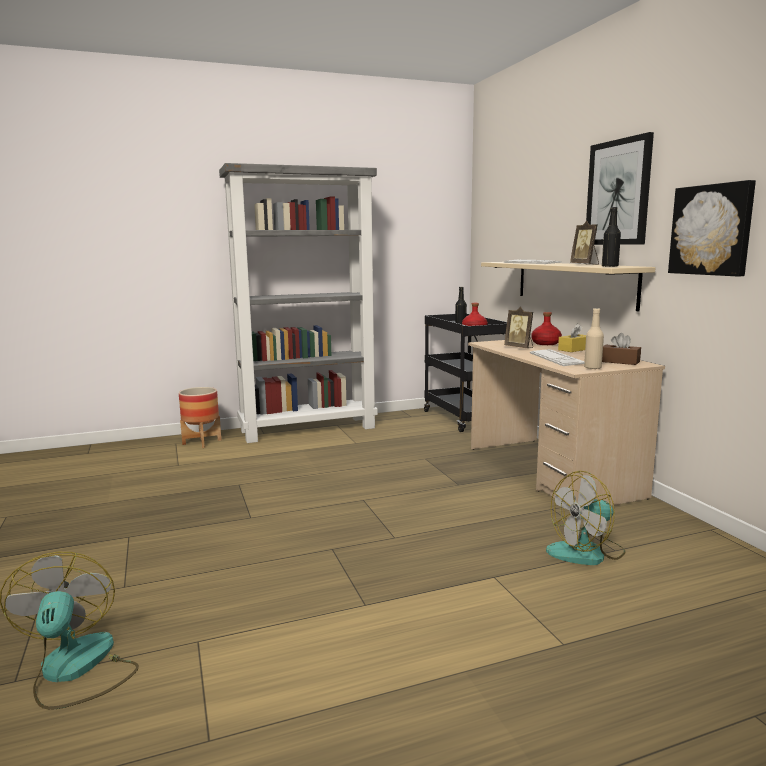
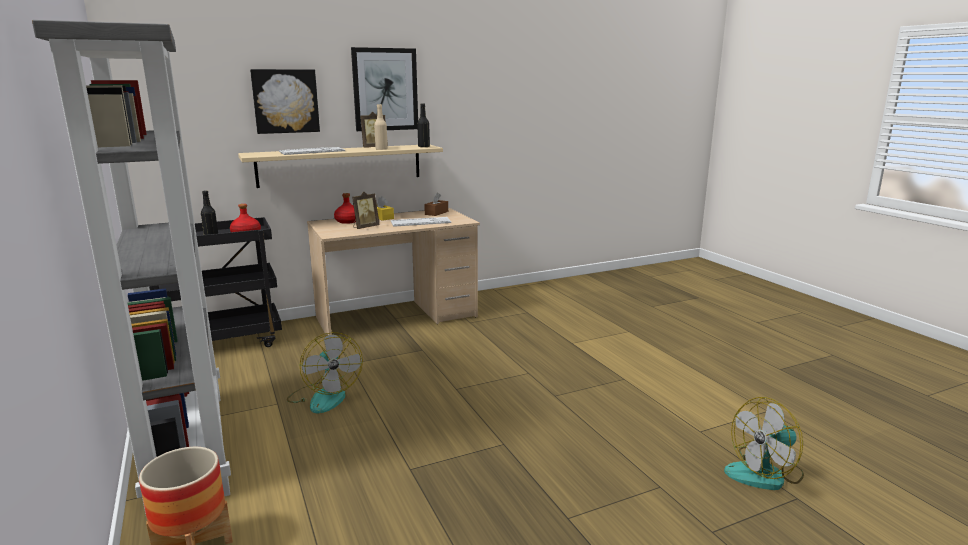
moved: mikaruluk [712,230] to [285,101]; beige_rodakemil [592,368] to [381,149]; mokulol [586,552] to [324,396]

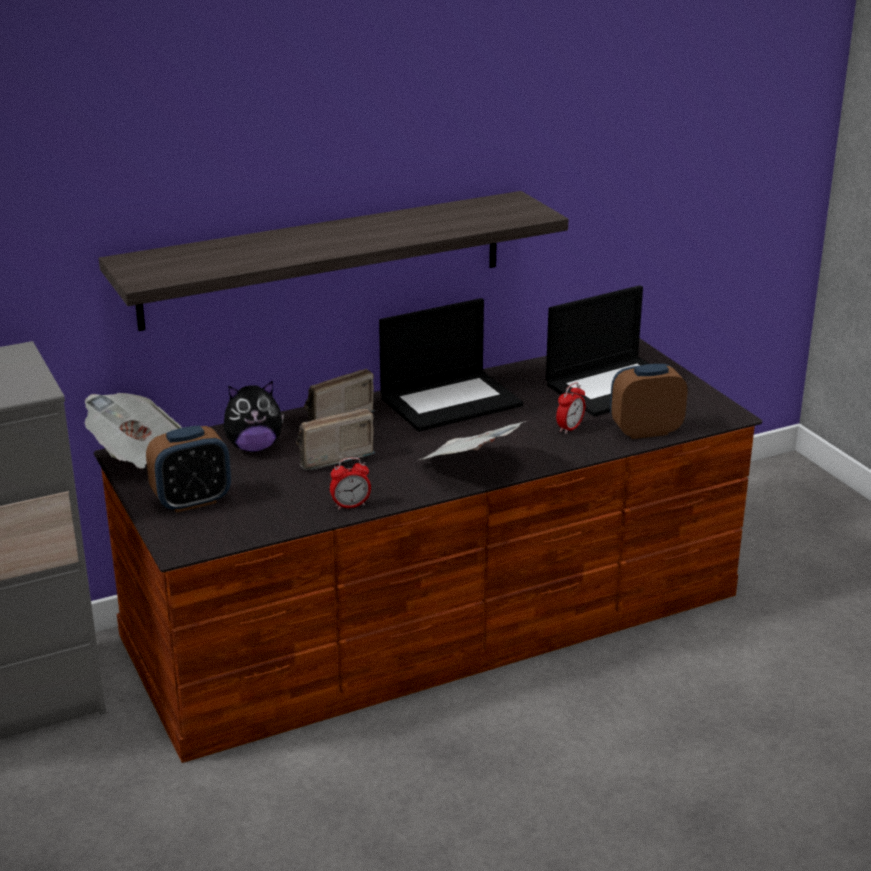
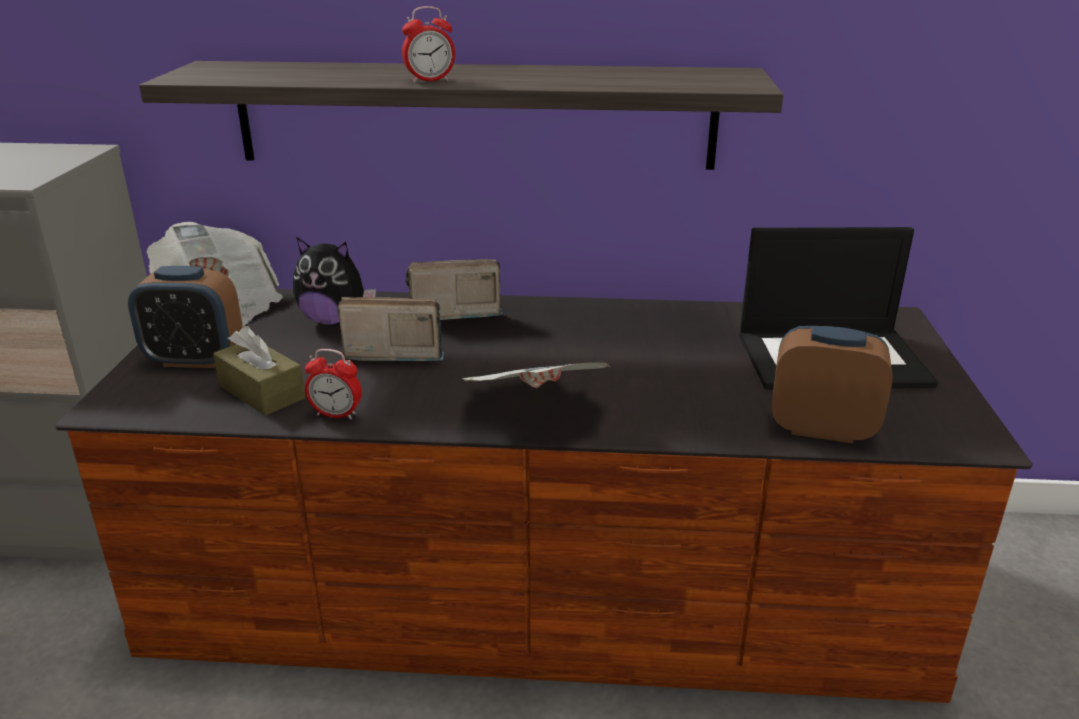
removed: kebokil [451,400]
added: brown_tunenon [261,392]
moved: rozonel [570,428] to [430,80]

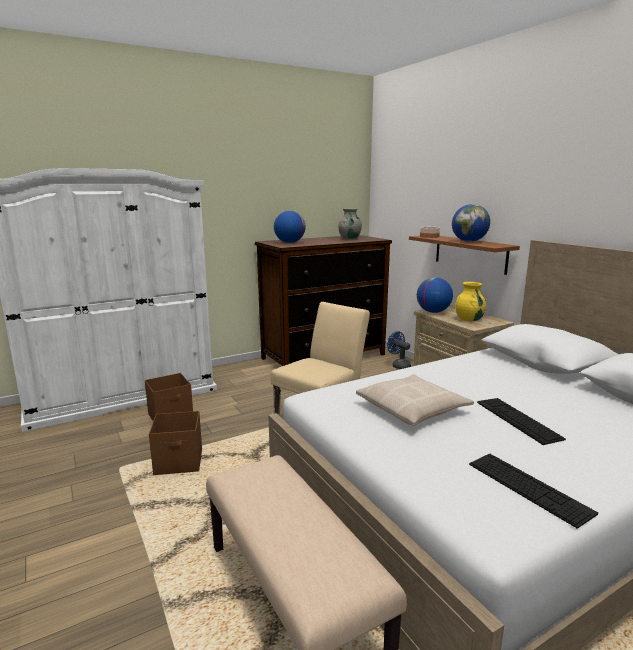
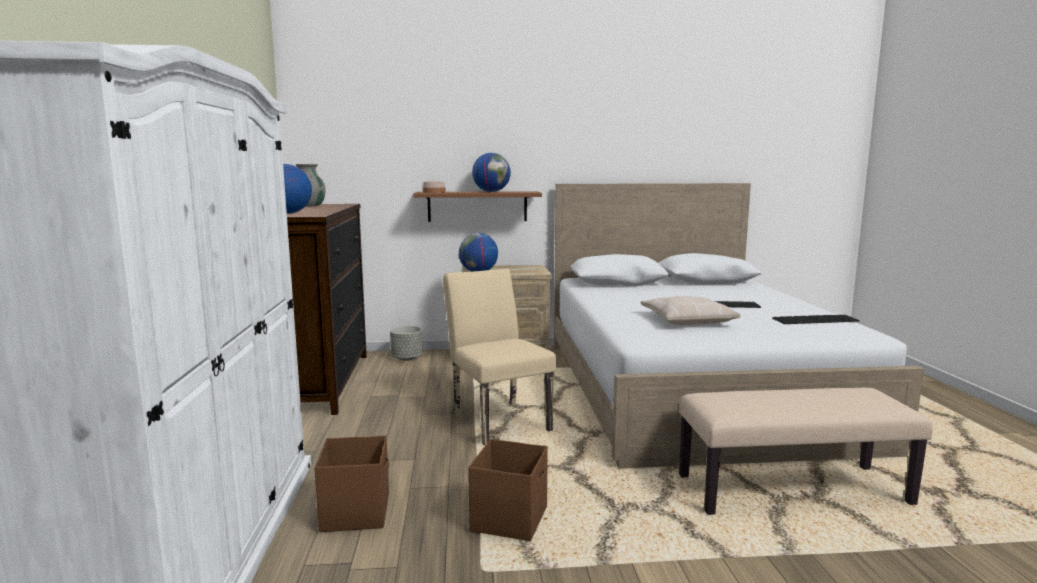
removed: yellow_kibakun [469,319]
replaced: blue_mokulol [398,365] to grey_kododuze [407,358]

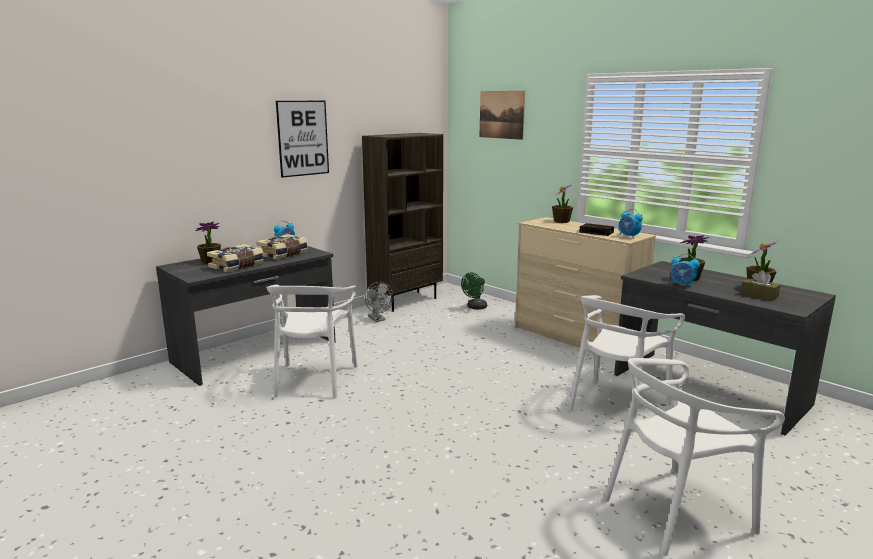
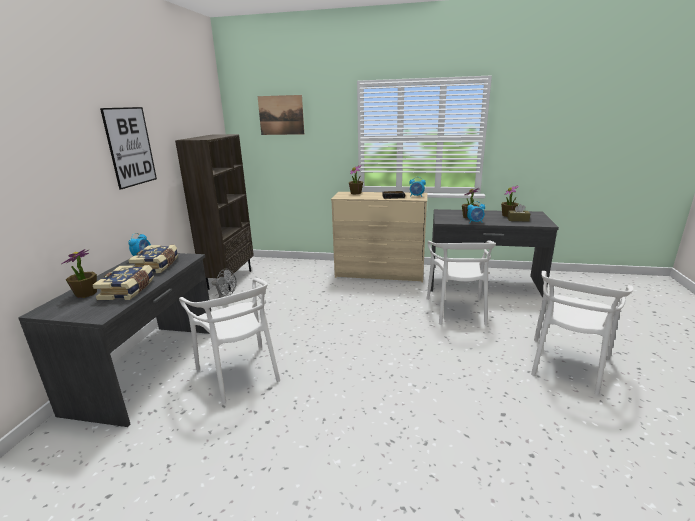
removed: green_mokulol [475,307]

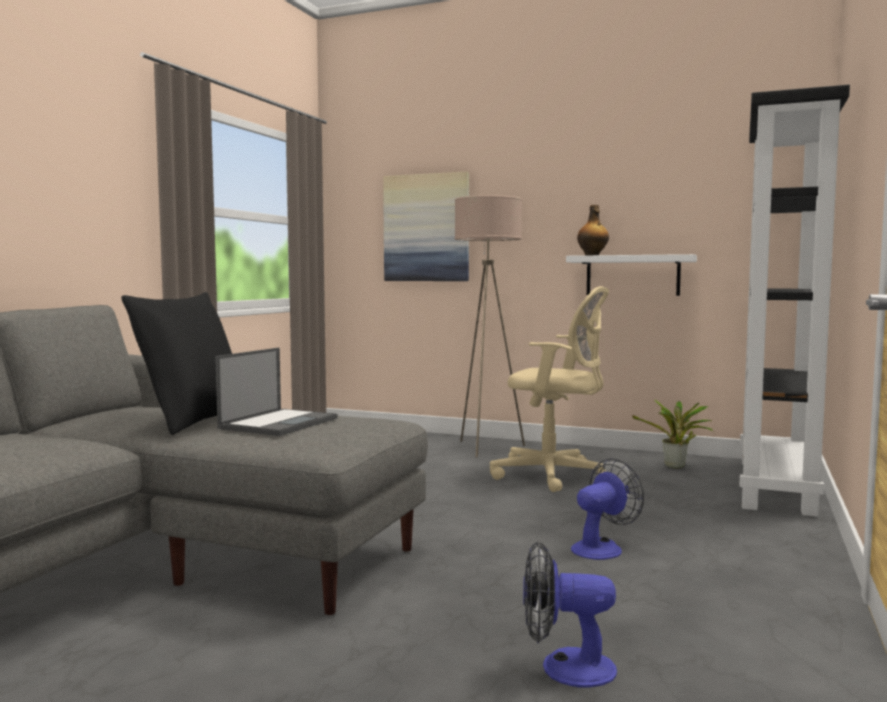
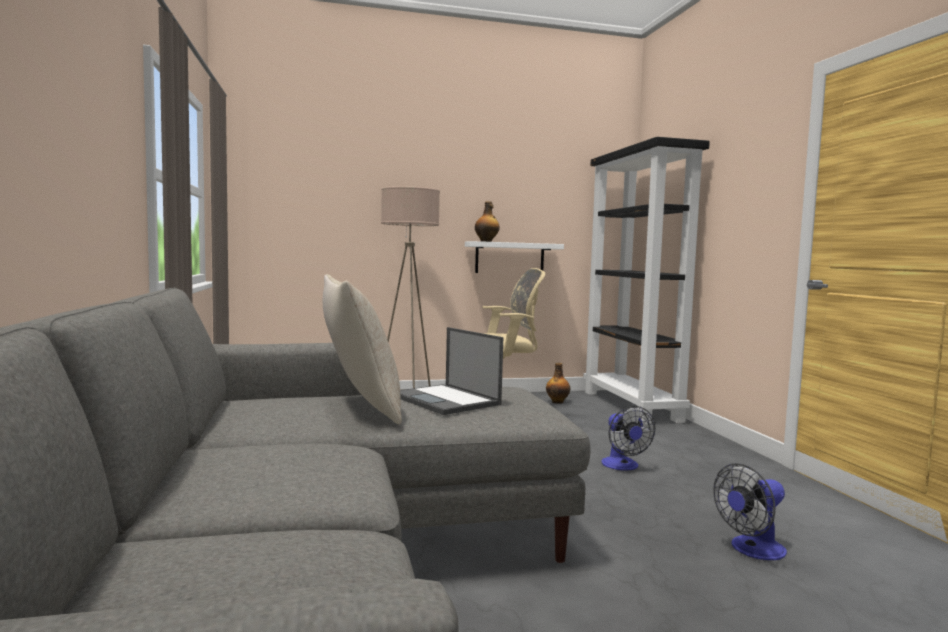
removed: mikaruluk [426,228]
replaced: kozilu [676,467] to rodakemil [557,402]
recoloured: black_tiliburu [193,421] to beige_tiliburu [359,408]
turned: kebokil [279,423] = [446,400] 150 degrees clockwise; mokulol [602,548] = [623,466] 150 degrees clockwise

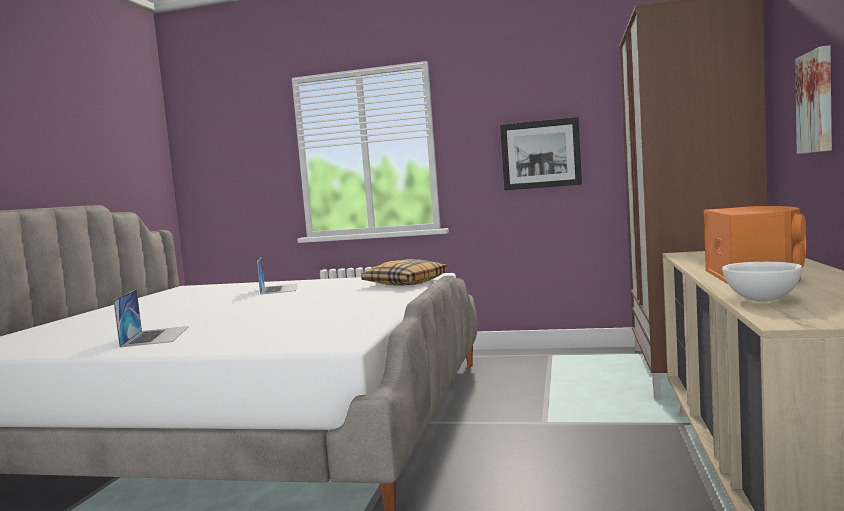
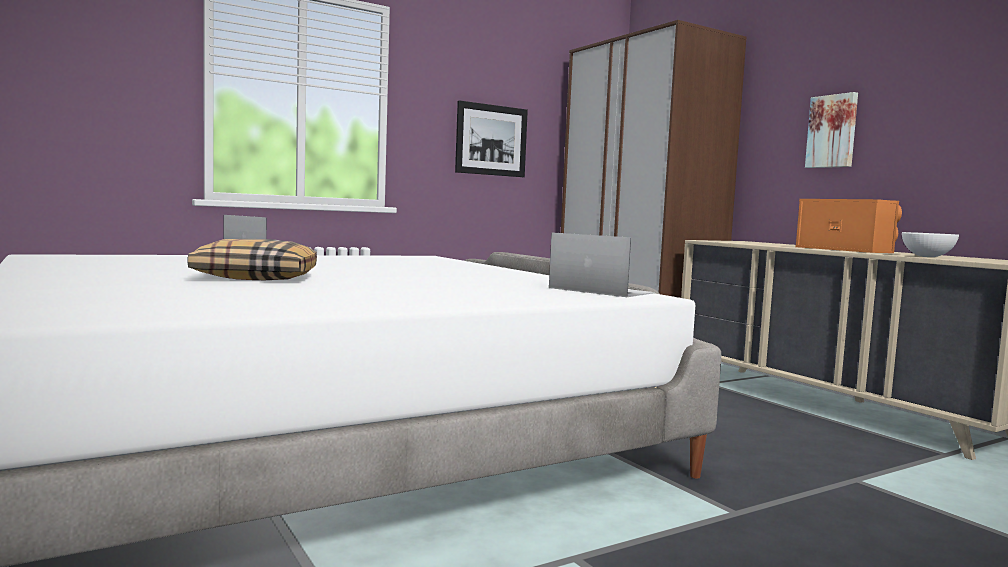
moved: tiliburu [405,283] to [255,277]; kebokil [155,336] to [600,290]

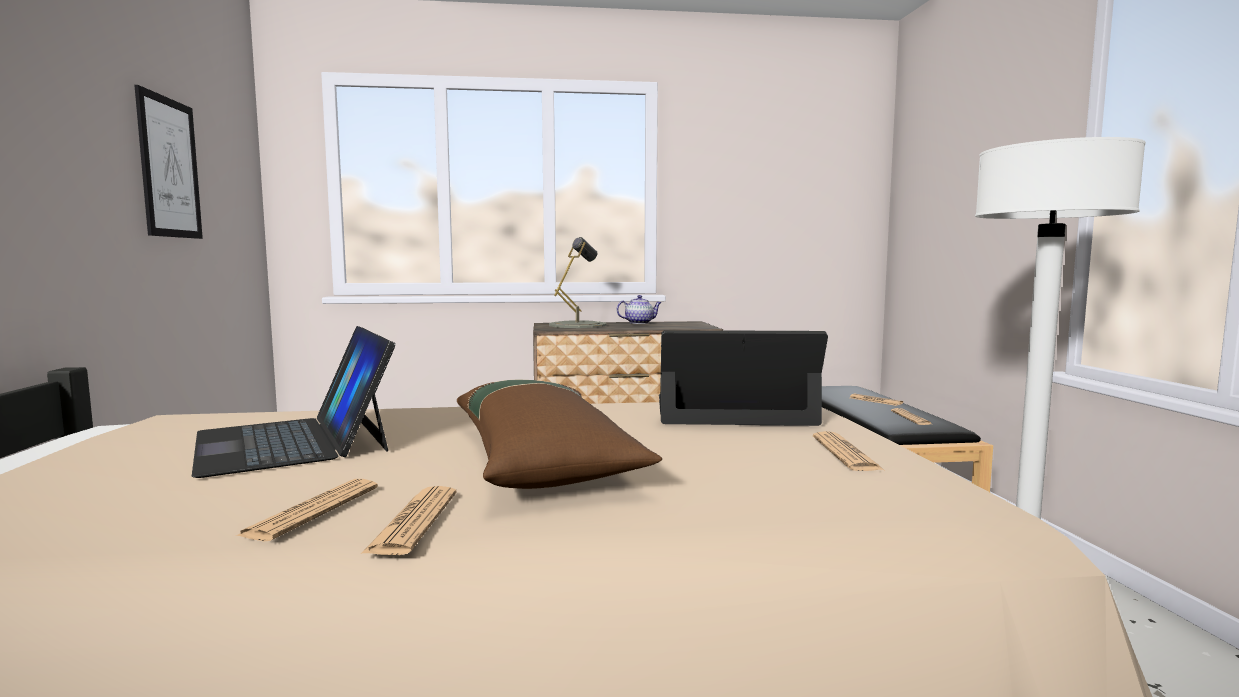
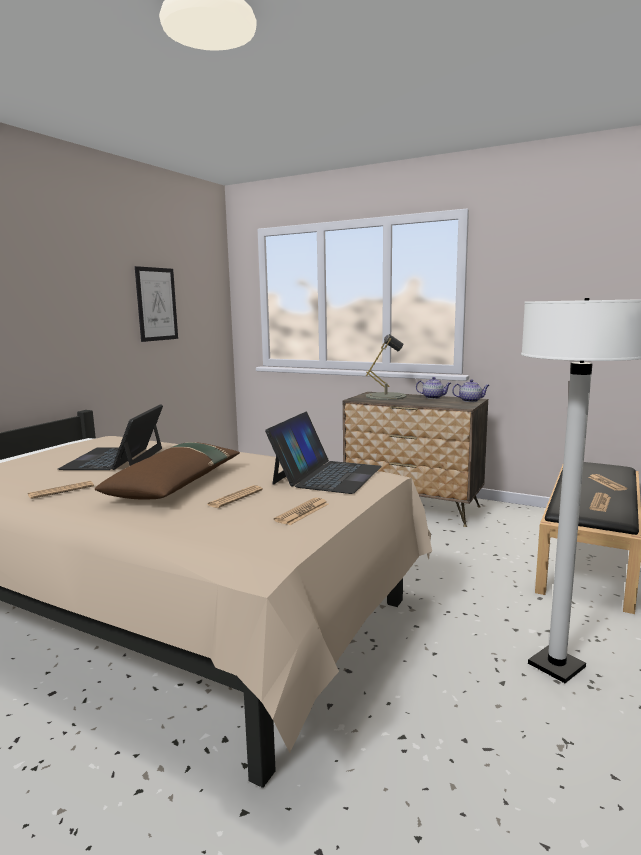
added: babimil [470,401]
moved: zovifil [414,522] to [235,497]
turned: kebokil [732,410] = [327,475] 75 degrees clockwise

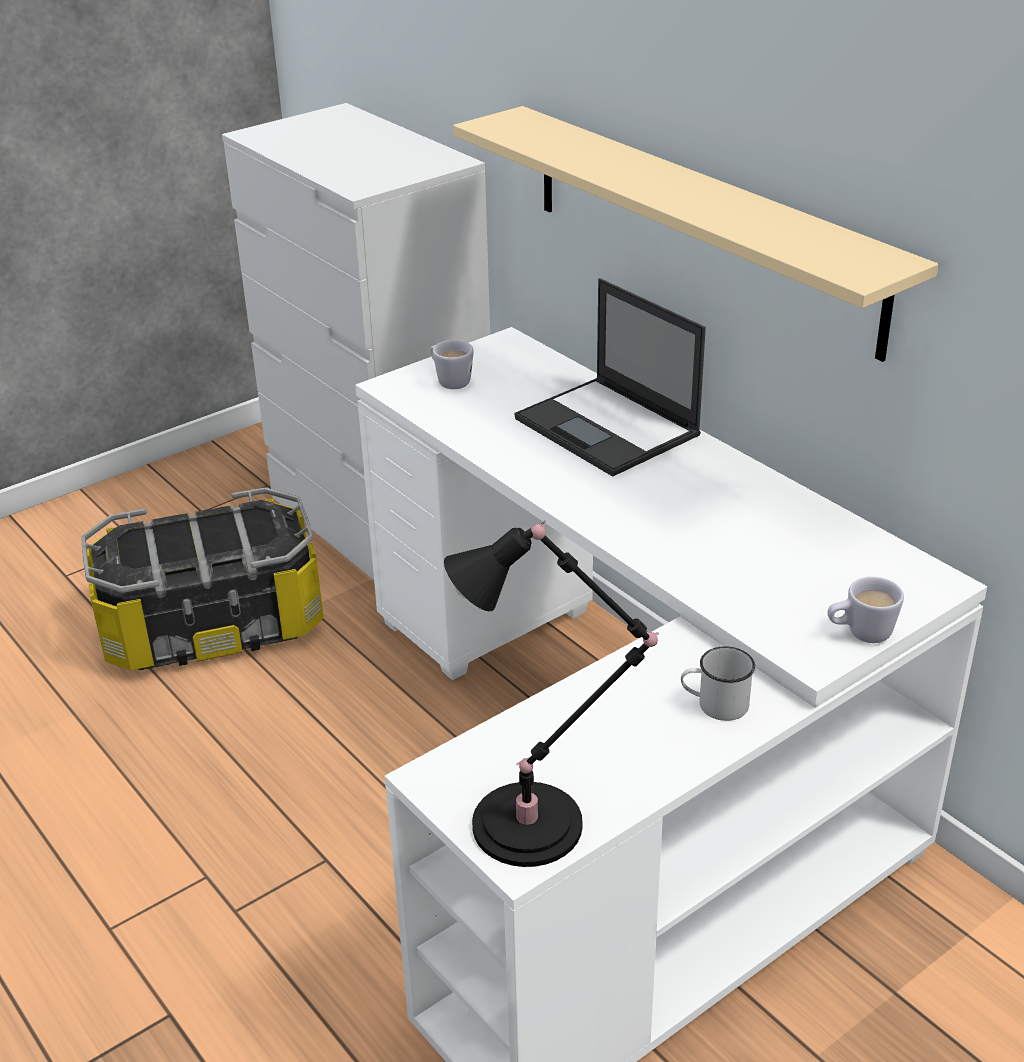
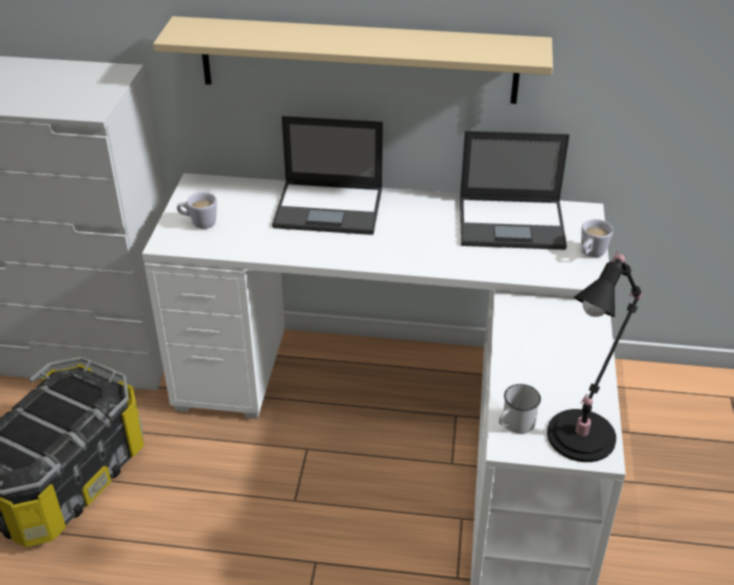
added: kebokil [512,223]
moved: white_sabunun [715,704] to [514,424]

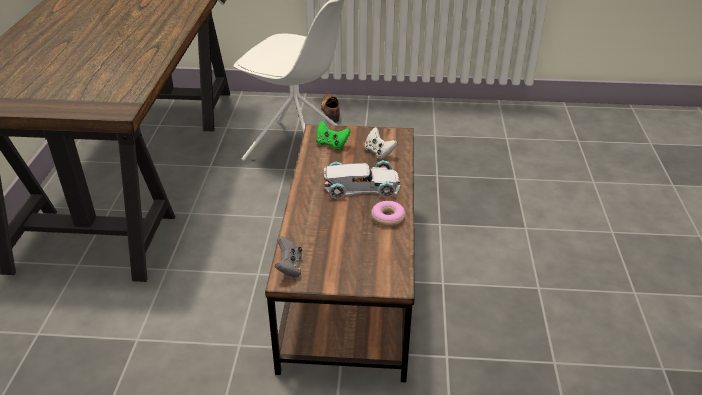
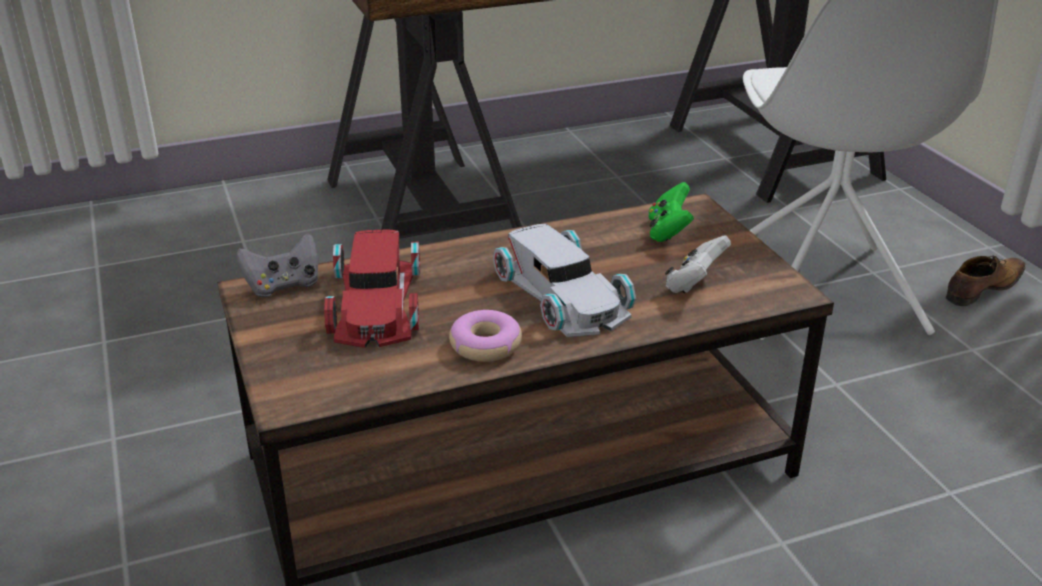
added: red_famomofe [374,302]

